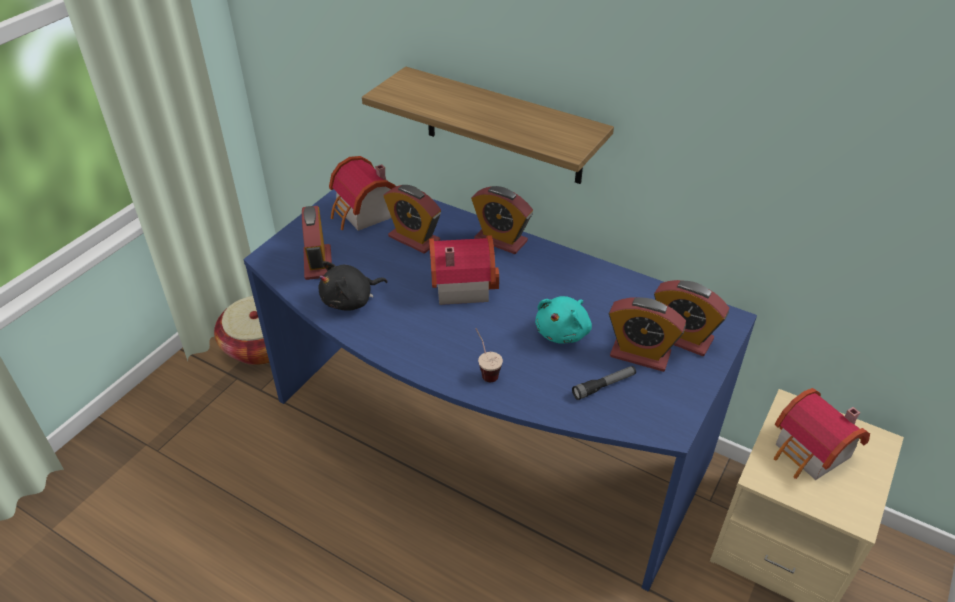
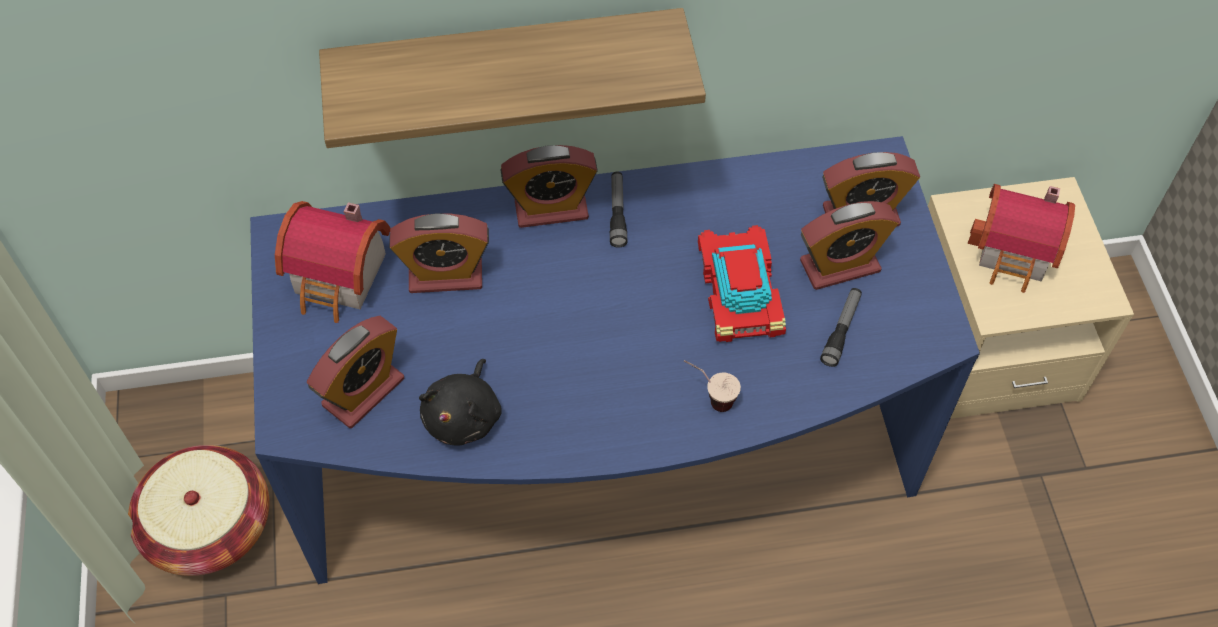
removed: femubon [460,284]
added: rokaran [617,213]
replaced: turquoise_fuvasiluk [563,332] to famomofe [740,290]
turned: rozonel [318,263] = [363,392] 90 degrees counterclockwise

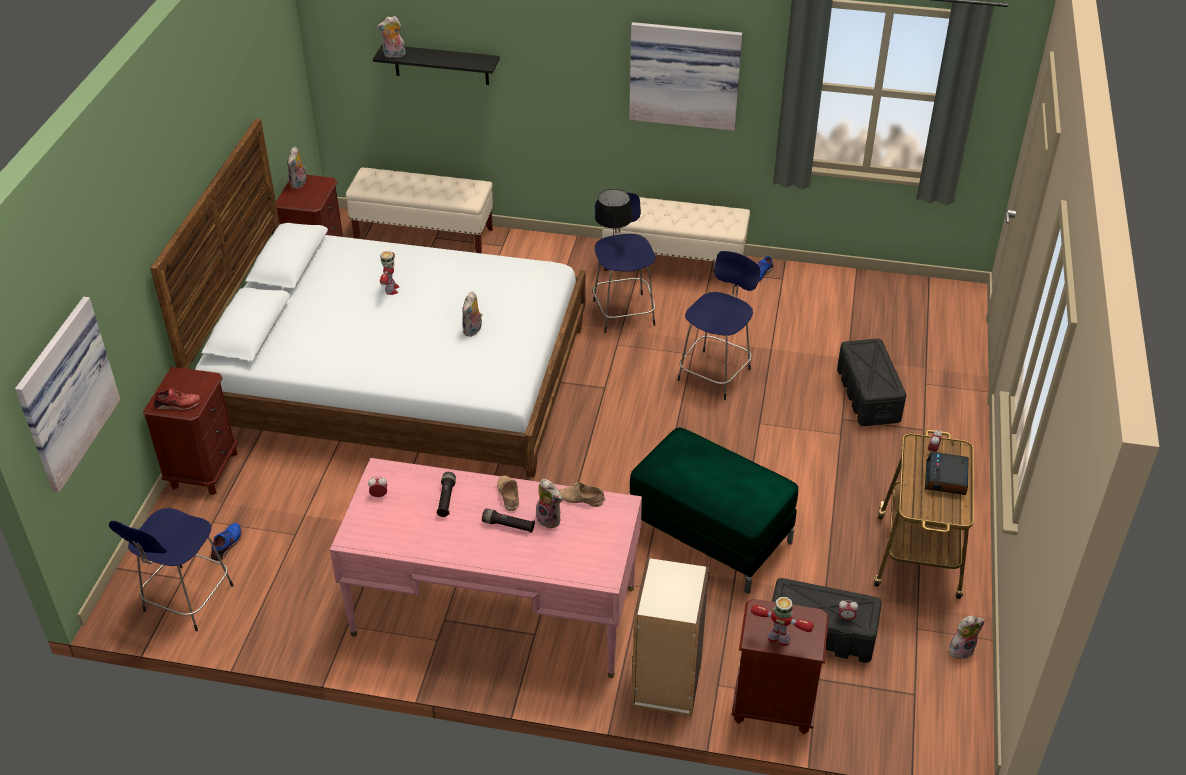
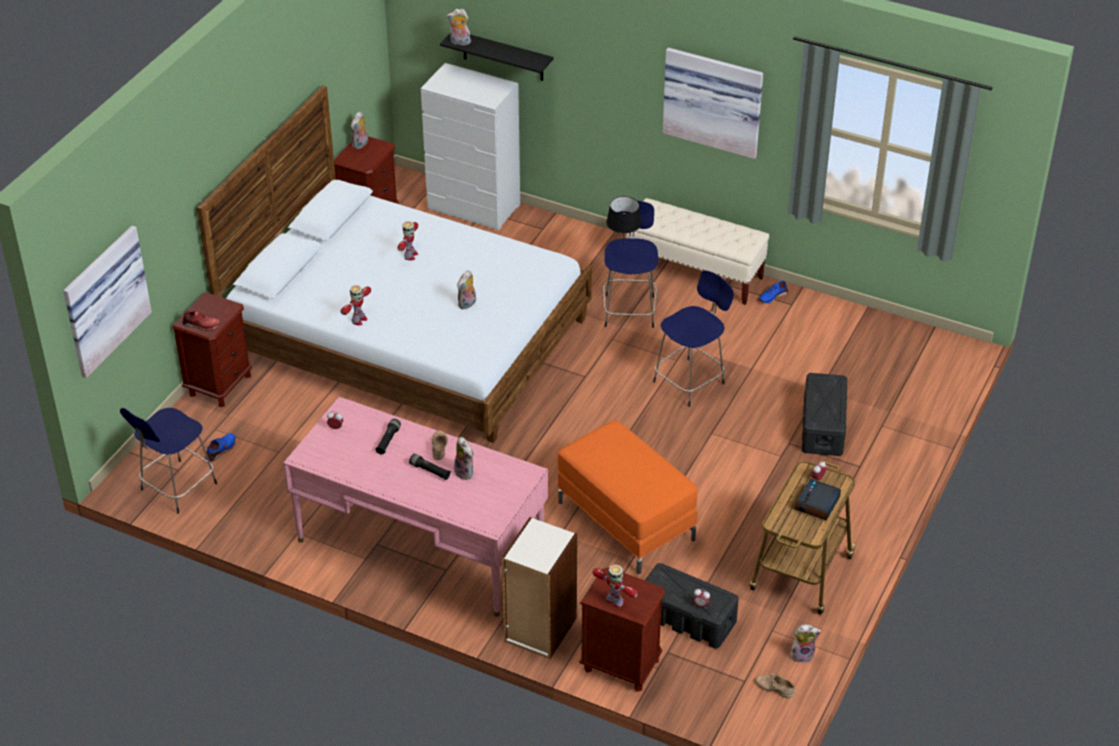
added: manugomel [358,320]
moved: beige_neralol [580,499] to [774,688]
replaced: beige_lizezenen [424,236] to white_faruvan [474,208]
recoloured: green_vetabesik [708,535] to orange_vetabesik [624,520]

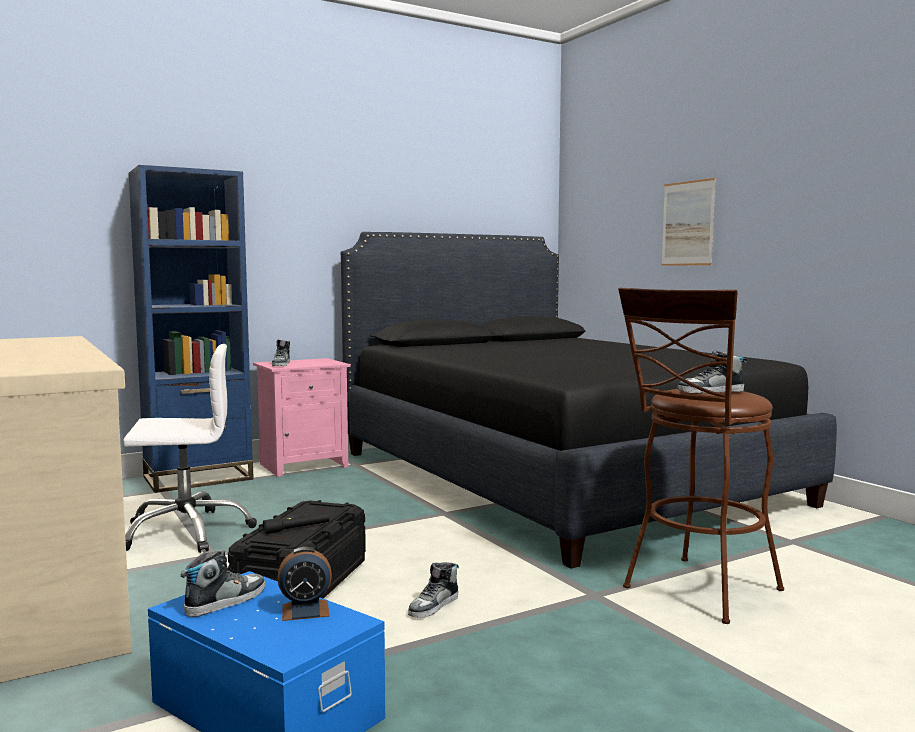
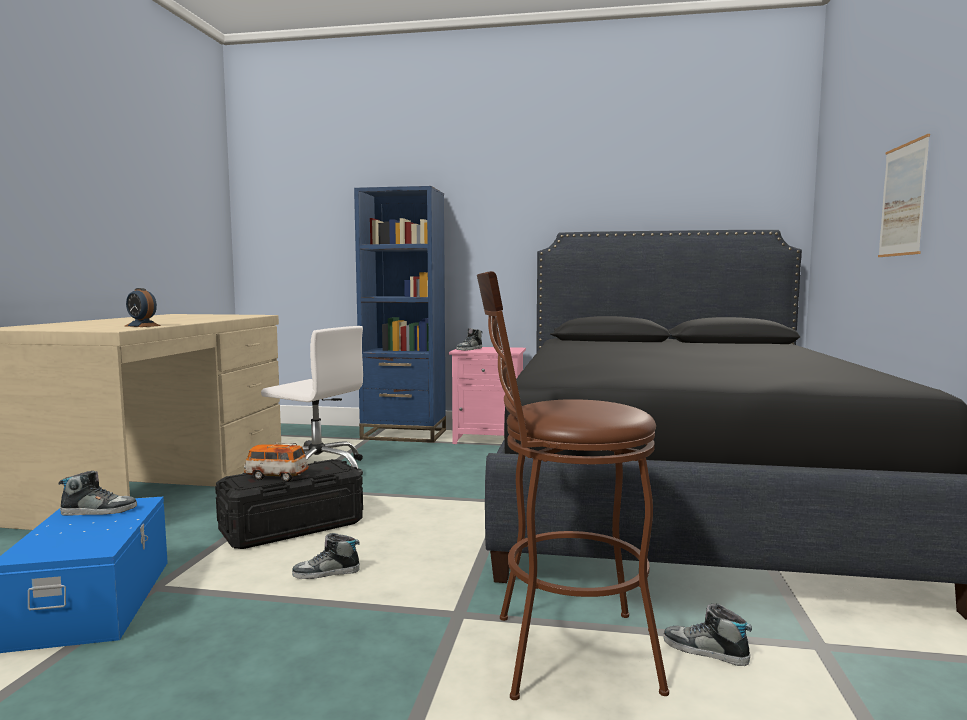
moved: neralol [711,391] to [705,651]; rozonel [305,610] to [142,326]
replaced: black_rokaran [297,528] to famomofe [276,477]

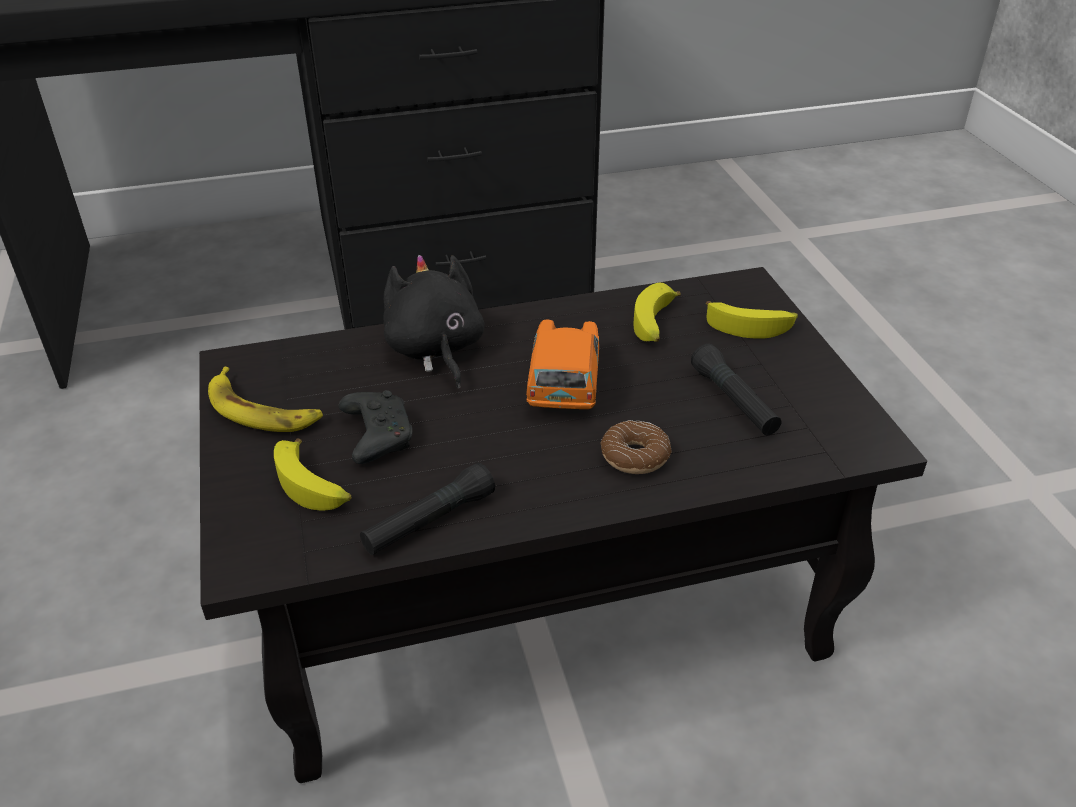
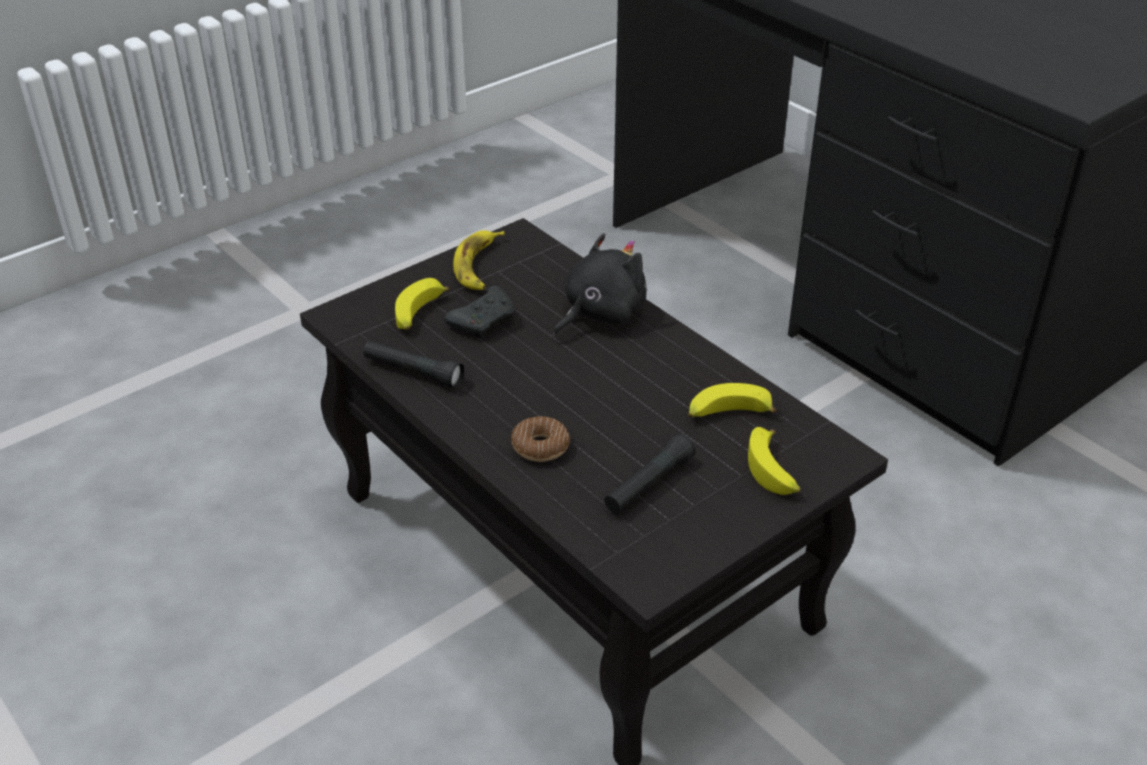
removed: orange_famomofe [564,382]

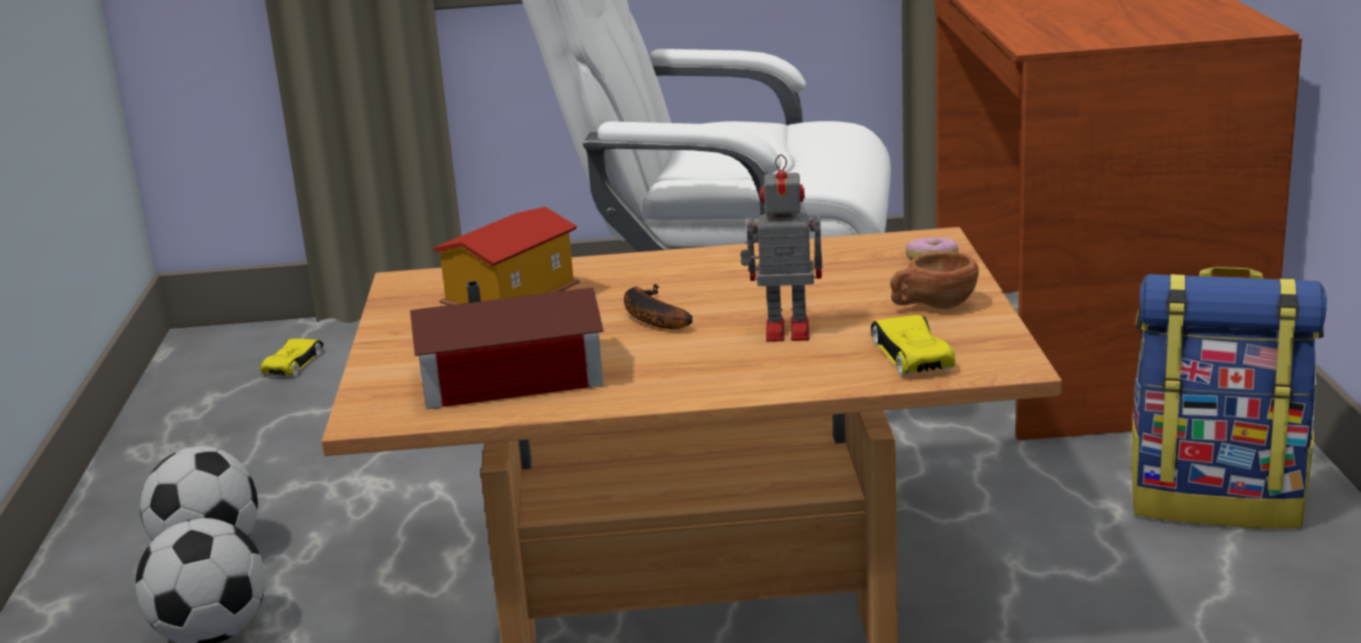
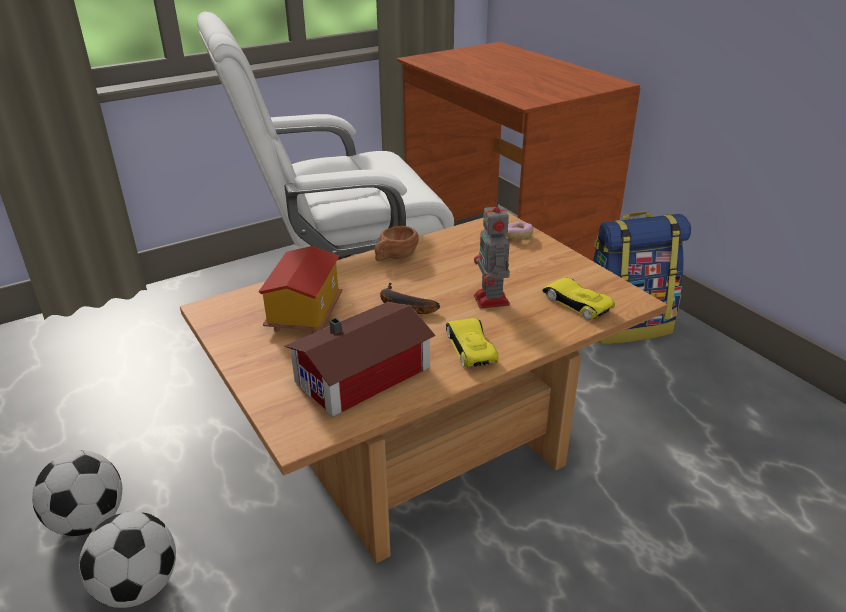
moved: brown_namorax [933,306] to [395,258]; yellow_famomofe [293,363] to [470,347]
turned: manugomel [784,331] = [492,301] 75 degrees counterclockwise

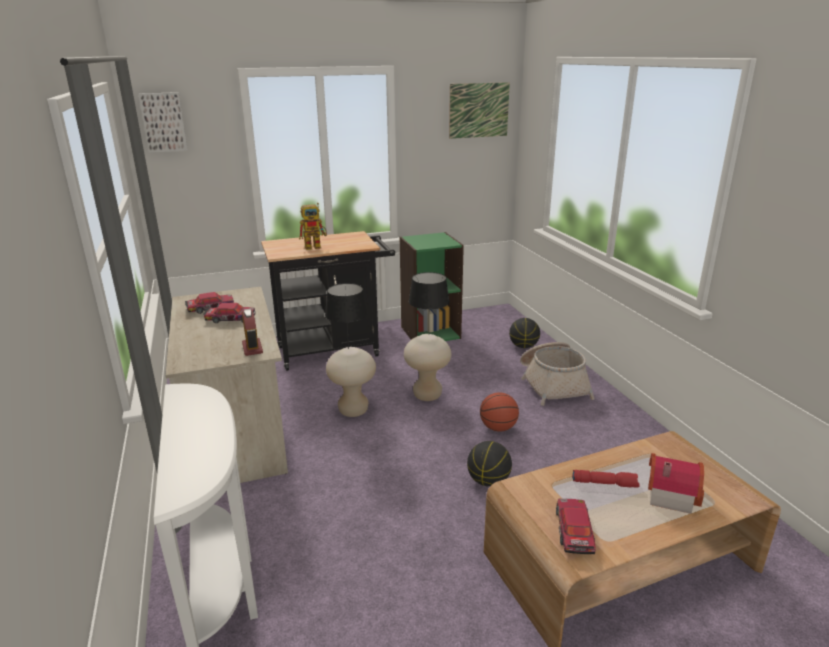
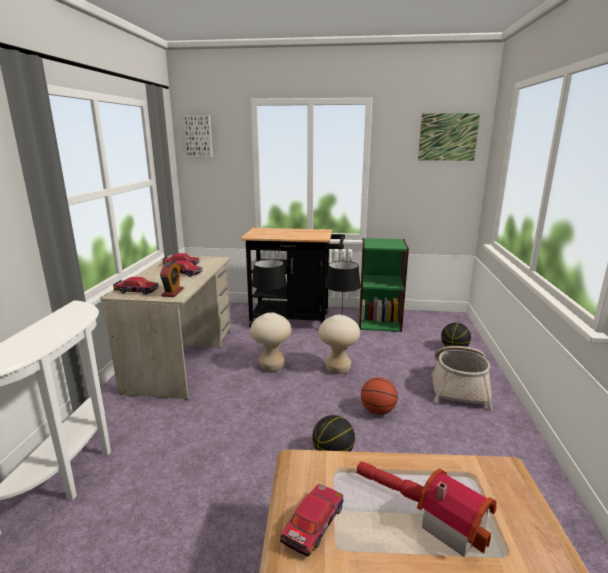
removed: manugomel [316,246]
added: famomofe [136,291]

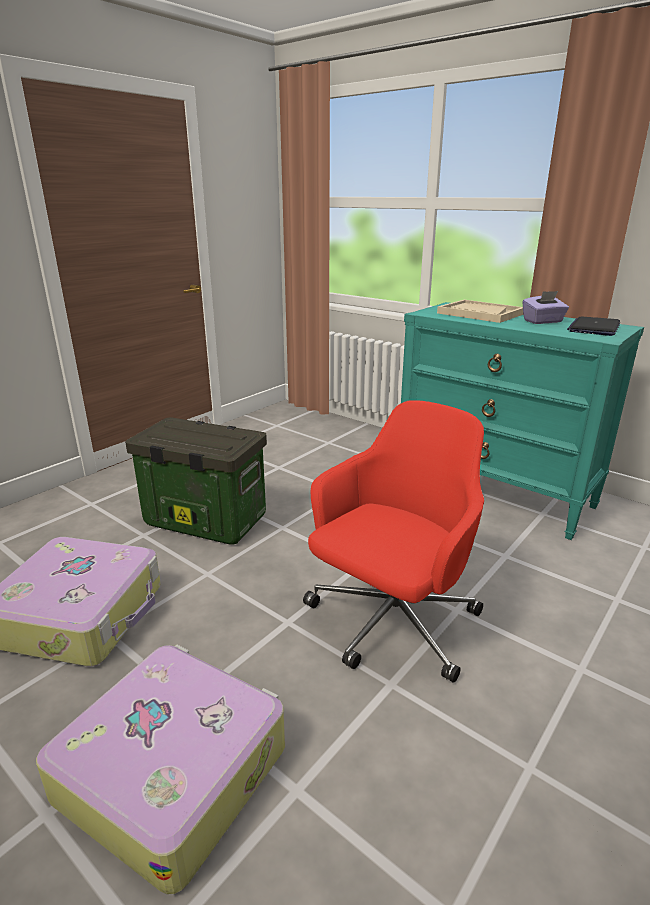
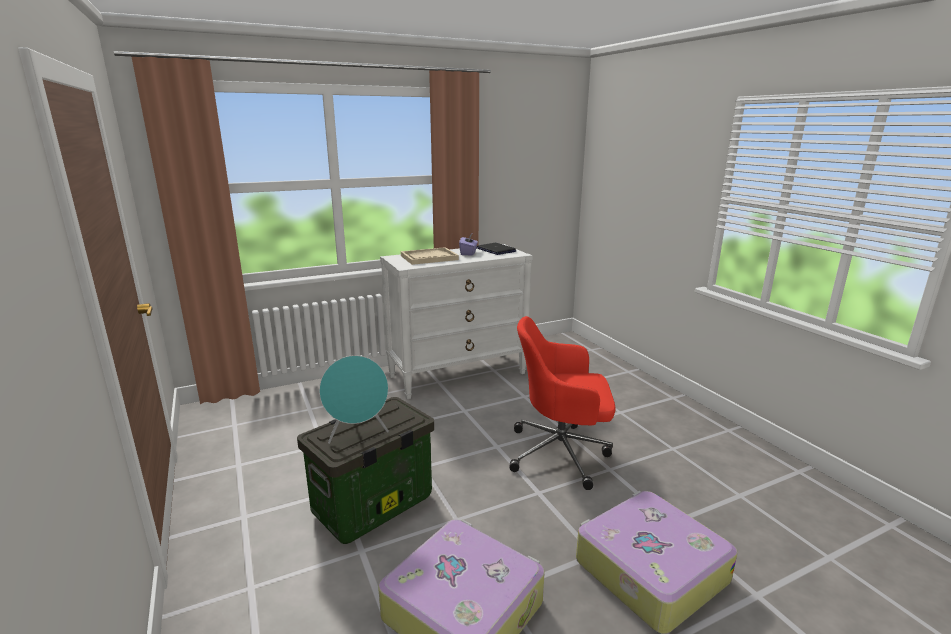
added: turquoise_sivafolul [358,434]
recoloured: turquoise_faruvan [494,492] to white_faruvan [458,374]
turned: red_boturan [391,623] = [561,453] 60 degrees counterclockwise

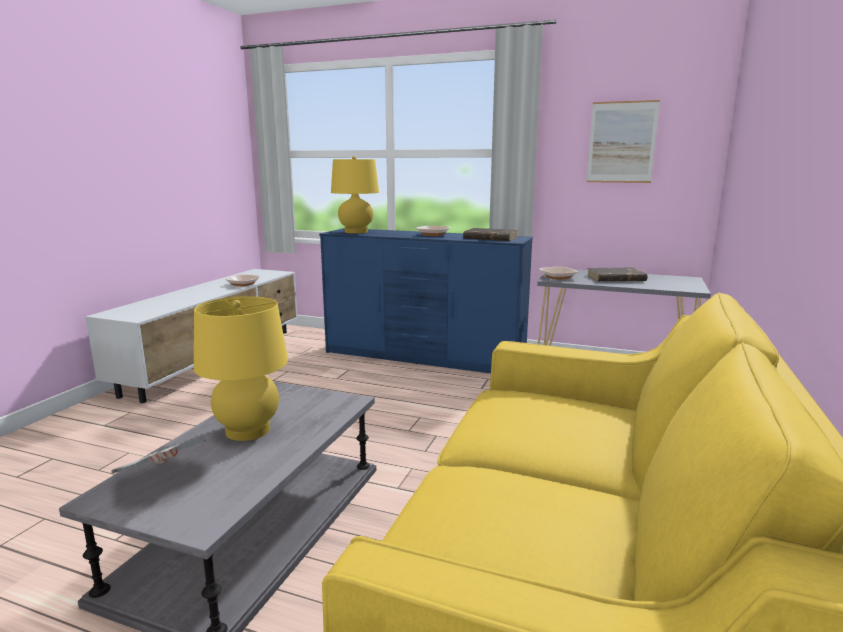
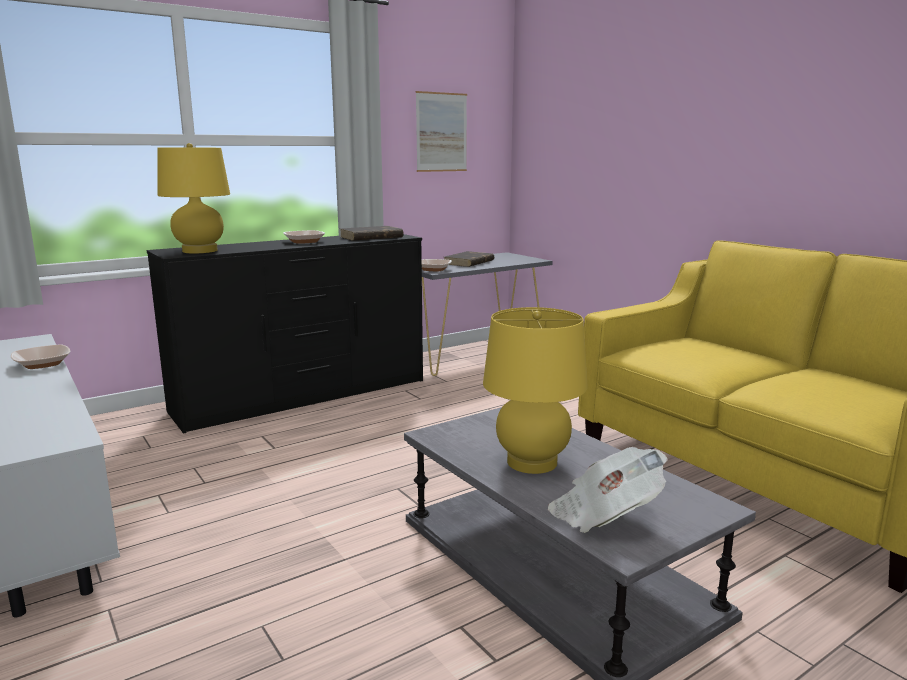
recoloured: blue_faruvan [424,357] to black_faruvan [304,396]

